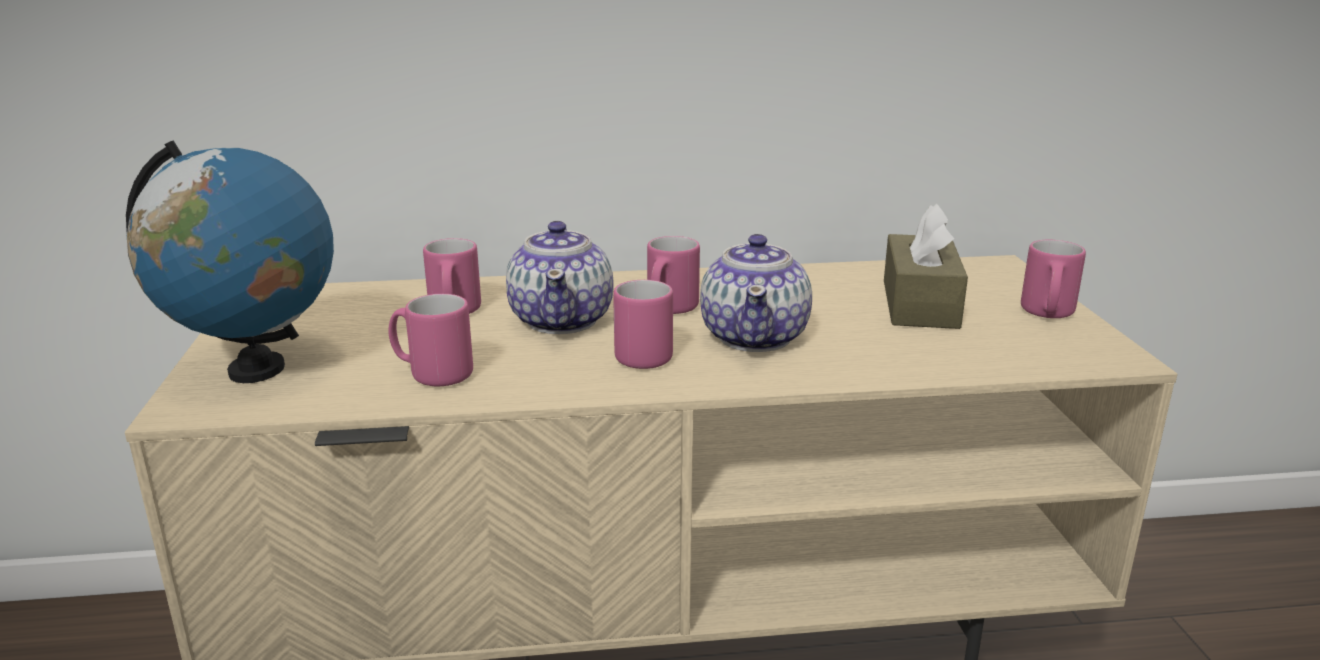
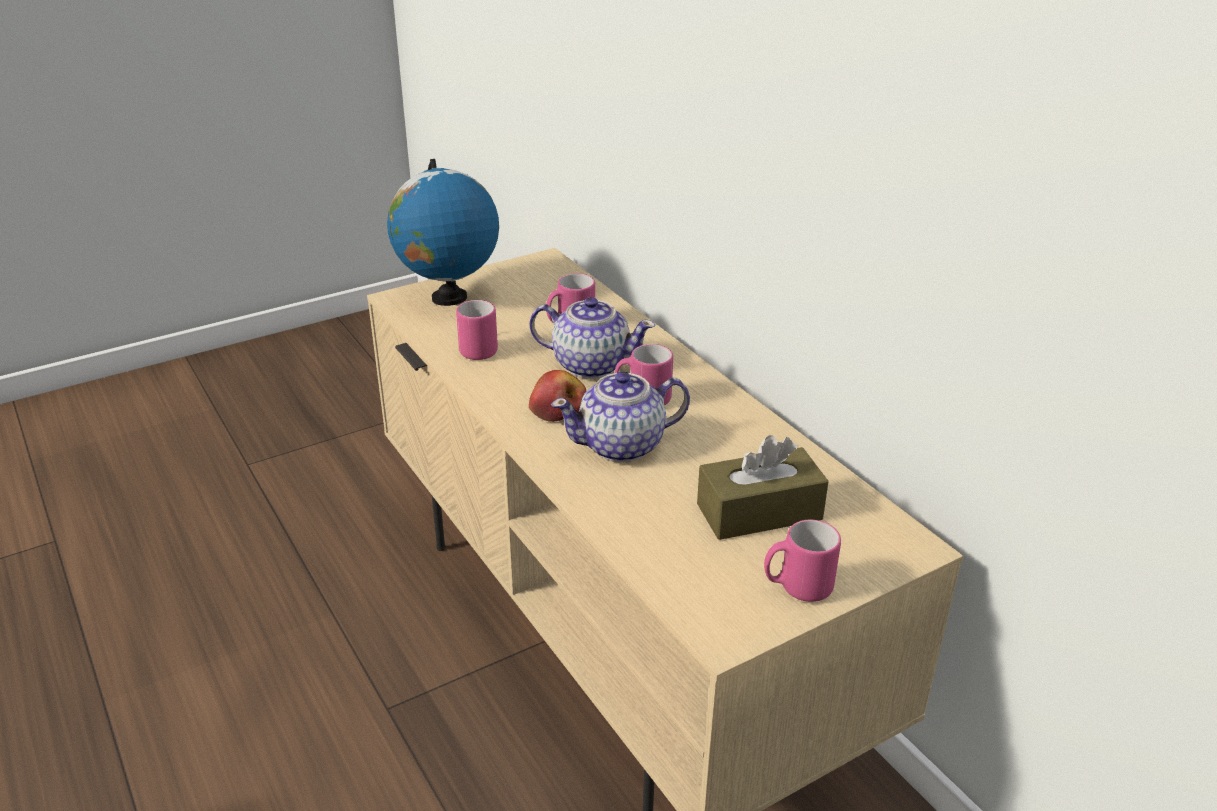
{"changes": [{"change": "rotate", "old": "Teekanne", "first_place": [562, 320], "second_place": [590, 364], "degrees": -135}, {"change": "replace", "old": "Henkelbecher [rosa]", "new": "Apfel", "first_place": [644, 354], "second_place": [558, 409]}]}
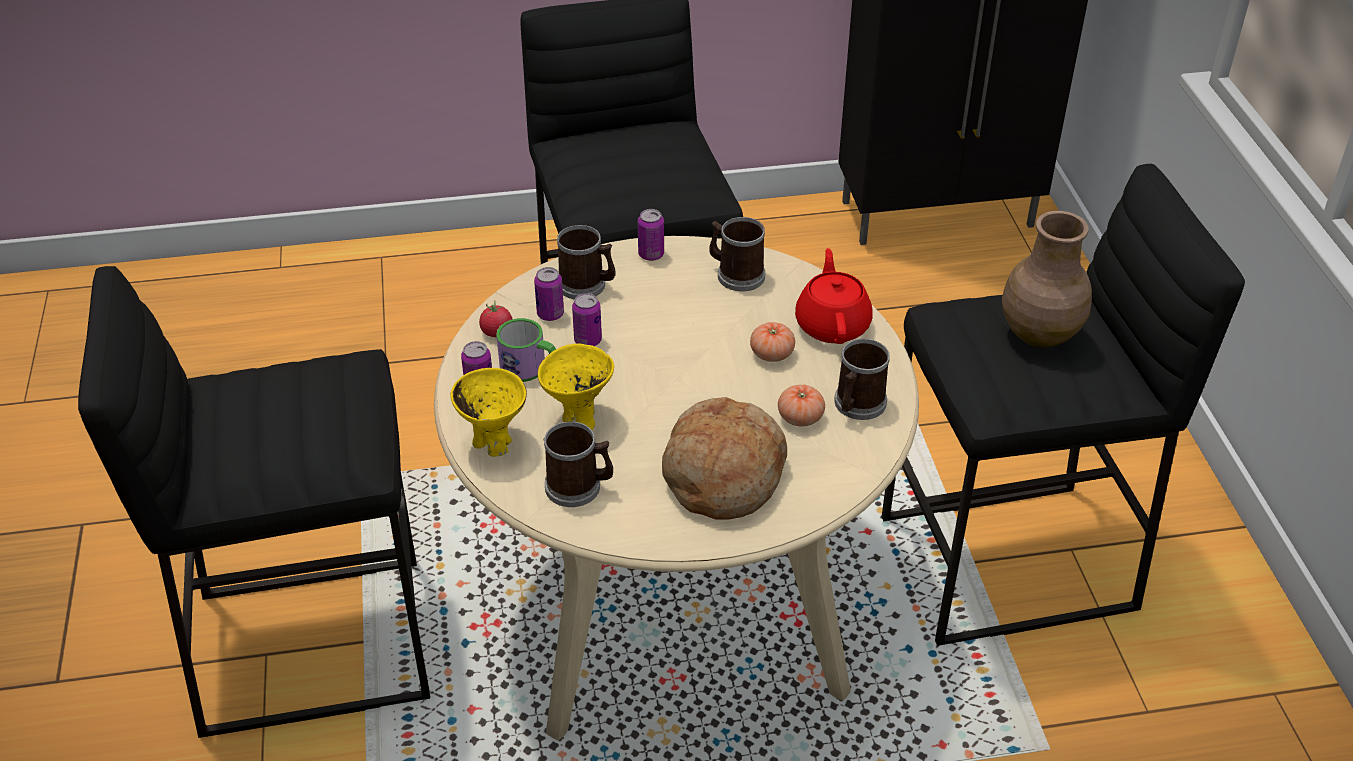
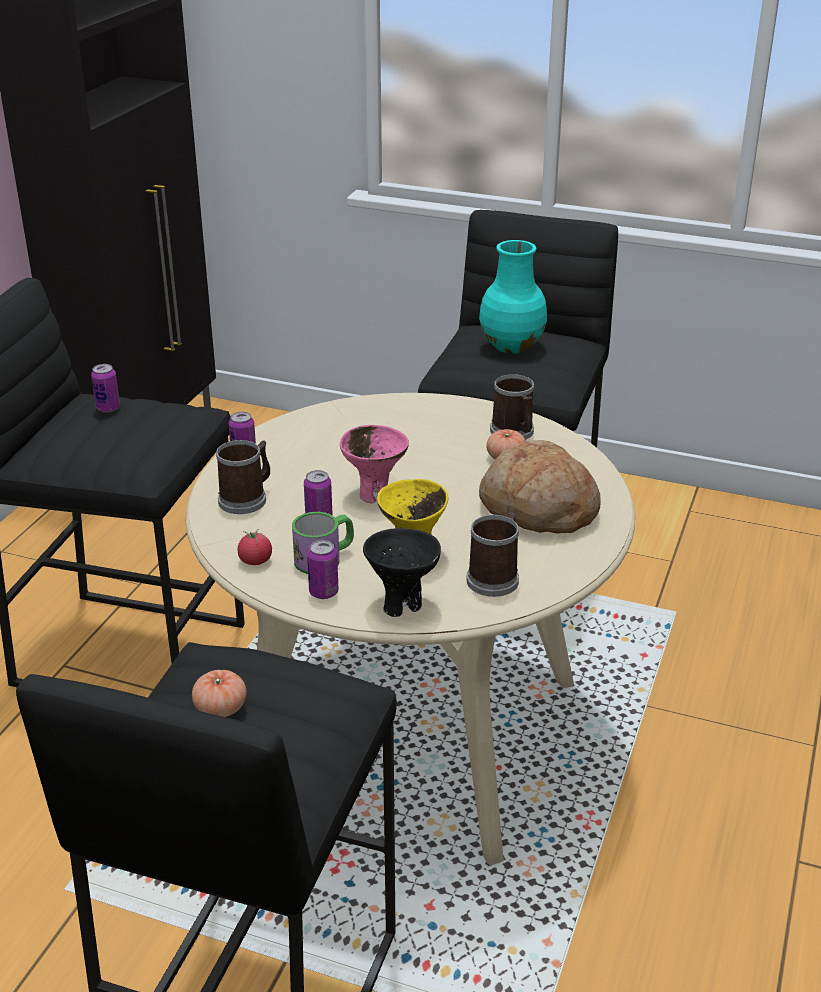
{"changes": [{"change": "move", "old": "Dose", "first_place": [550, 314], "second_place": [108, 408]}, {"change": "move", "old": "Tomate", "first_place": [772, 354], "second_place": [220, 708]}, {"change": "insert", "new": "Schüssel [rosa]", "second_place": [374, 494]}, {"change": "recolor", "old": "Schüssel [gelb]", "new": "Schüssel [schwarz]", "first_place": [493, 443], "second_place": [402, 605]}, {"change": "recolor", "old": "Vase [braun]", "new": "Vase [türkis]", "first_place": [1038, 333], "second_place": [511, 346]}, {"change": "delete", "old": "Henkelbecher", "first_place": [736, 274]}, {"change": "delete", "old": "Teekanne [rot]", "first_place": [832, 324]}]}
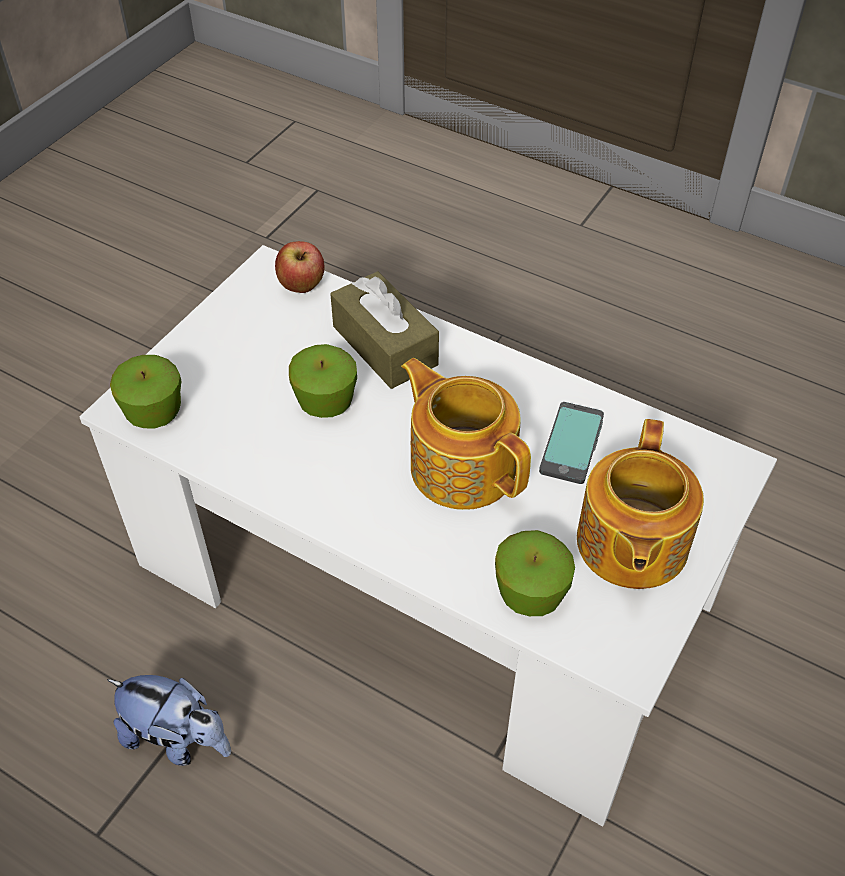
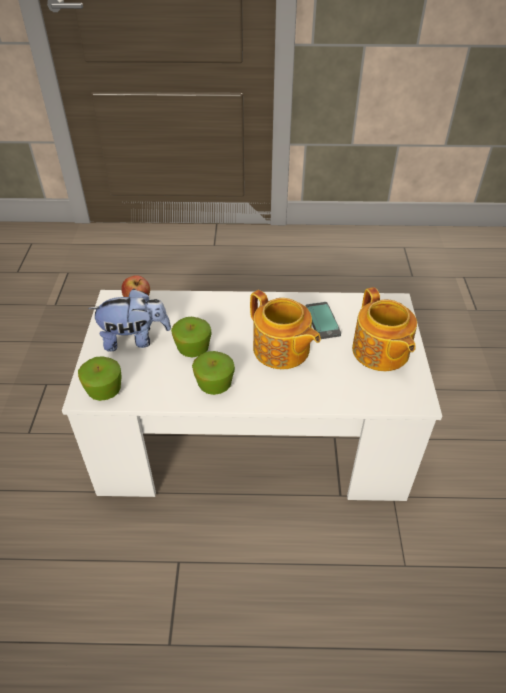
{"changes": [{"change": "move", "old": "Plüschtier", "first_place": [178, 738], "second_place": [135, 339]}, {"change": "move", "old": "Apfel", "first_place": [530, 593], "second_place": [214, 385]}, {"change": "rotate", "old": "Teekanne", "first_place": [462, 465], "second_place": [281, 350], "degrees": -150}, {"change": "delete", "old": "Taschentuchbox [braun]", "first_place": [385, 345]}]}
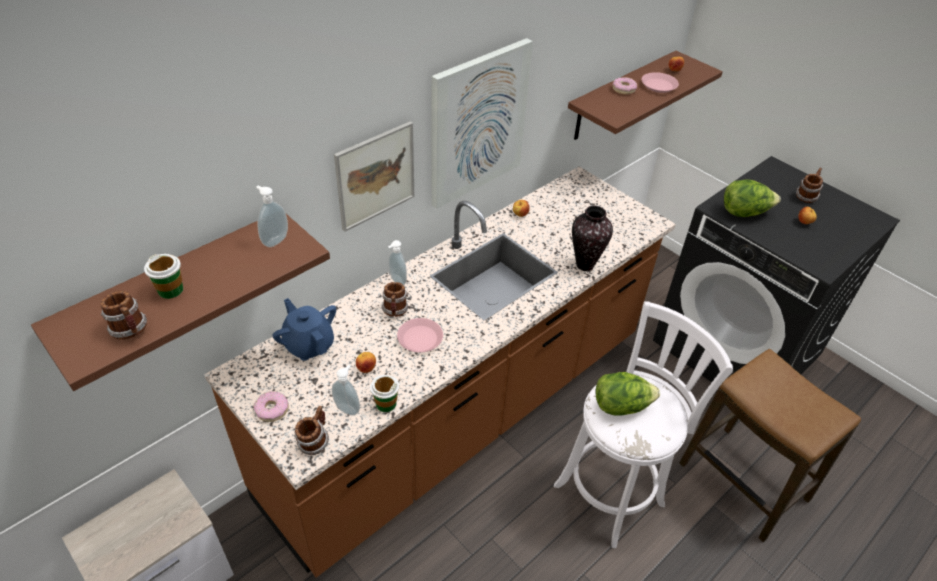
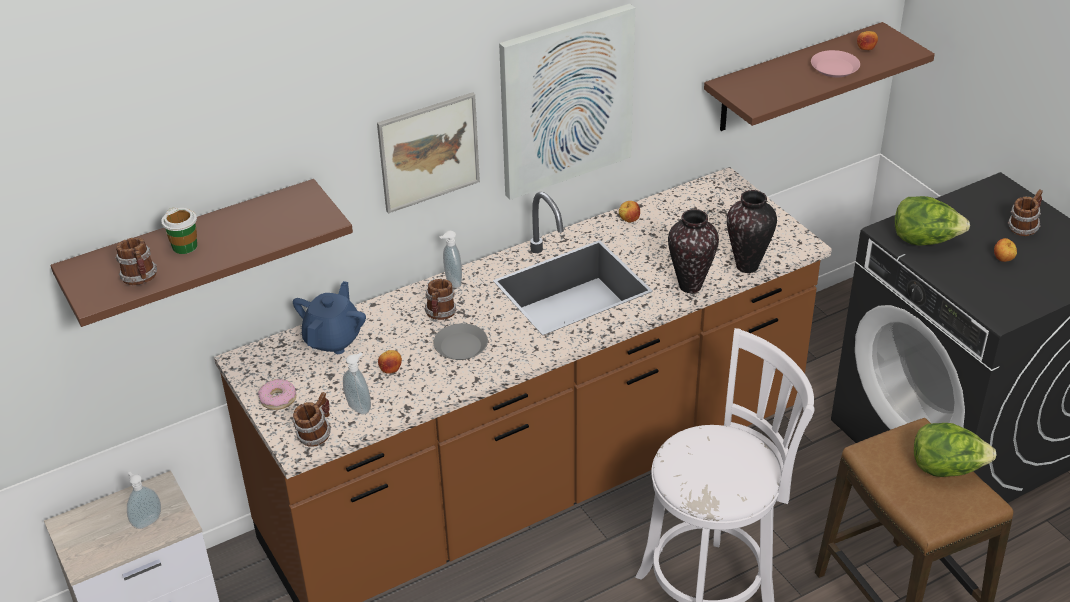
{"changes": [{"change": "move", "old": "Seifenspender", "first_place": [274, 240], "second_place": [146, 521]}, {"change": "rotate", "old": "Teekanne [blau]", "first_place": [309, 344], "second_place": [333, 339], "degrees": 45}, {"change": "recolor", "old": "Teller [rosa]", "new": "Teller [grau]", "first_place": [420, 338], "second_place": [461, 346]}, {"change": "insert", "new": "Vase", "second_place": [747, 267]}, {"change": "move", "old": "Salatkopf", "first_place": [621, 406], "second_place": [946, 468]}, {"change": "delete", "old": "Tasse", "first_place": [386, 403]}, {"change": "delete", "old": "Donut", "first_place": [623, 89]}]}
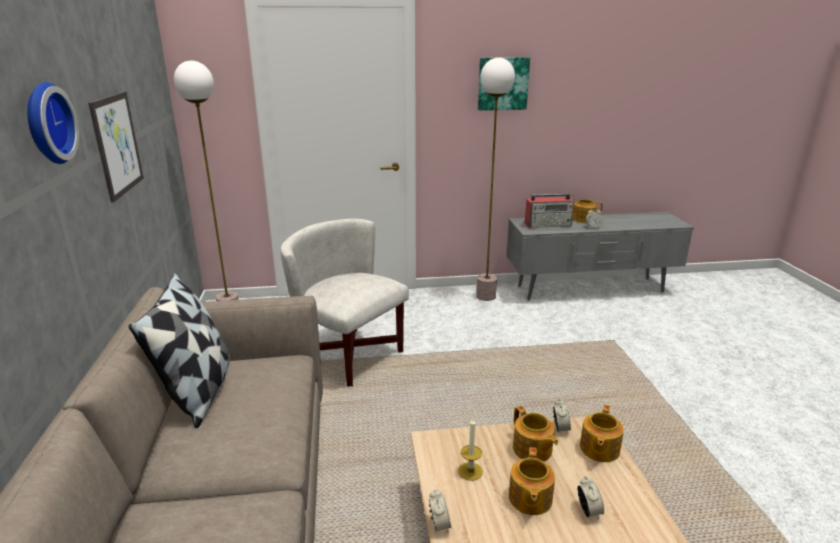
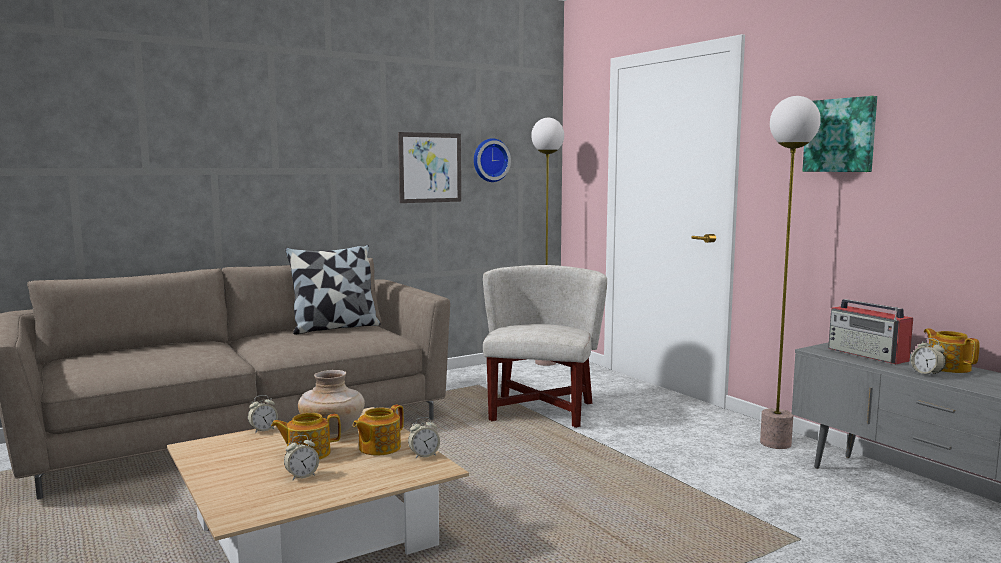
{"changes": [{"change": "replace", "old": "Kerze", "new": "Vase [beige]", "first_place": [470, 471], "second_place": [332, 430]}, {"change": "move", "old": "Wanduhr", "first_place": [46, 123], "second_place": [490, 160]}, {"change": "delete", "old": "Teekanne", "first_place": [598, 449]}]}
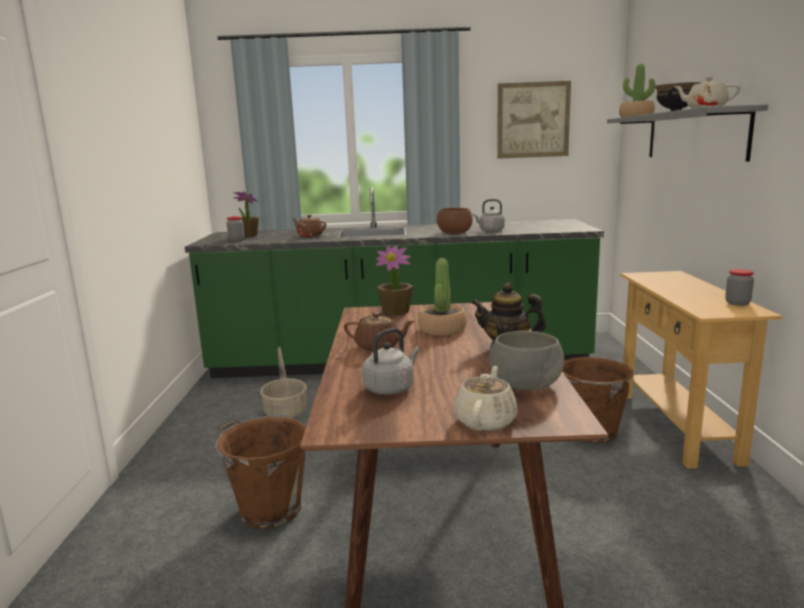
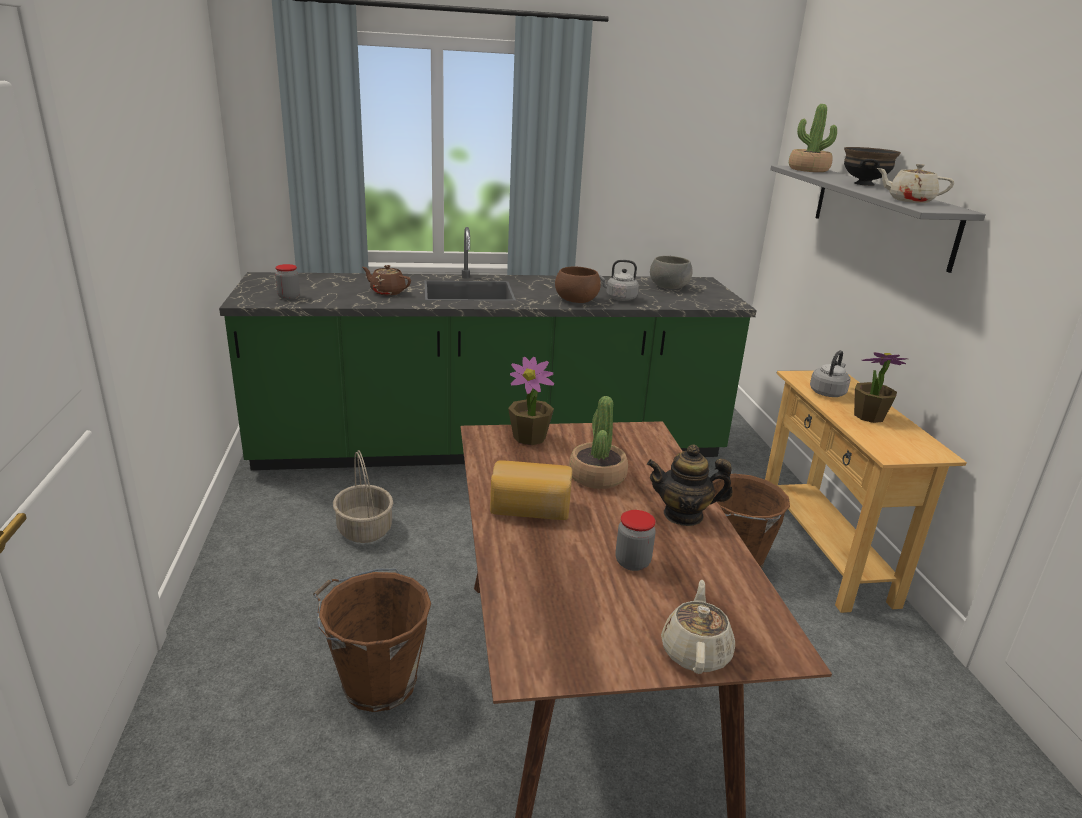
{"changes": [{"change": "replace", "old": "Teekanne [braun]", "new": "Brot", "first_place": [378, 347], "second_place": [530, 509]}, {"change": "move", "old": "Vorratsglas", "first_place": [737, 303], "second_place": [632, 562]}, {"change": "move", "old": "Schüssel [grau]", "first_place": [524, 384], "second_place": [668, 286]}, {"change": "move", "old": "Wasserkessel [grau]", "first_place": [391, 388], "second_place": [828, 392]}, {"change": "move", "old": "Topfpflanze", "first_place": [248, 236], "second_place": [868, 416]}, {"change": "delete", "old": "Bild", "first_place": [533, 120]}]}
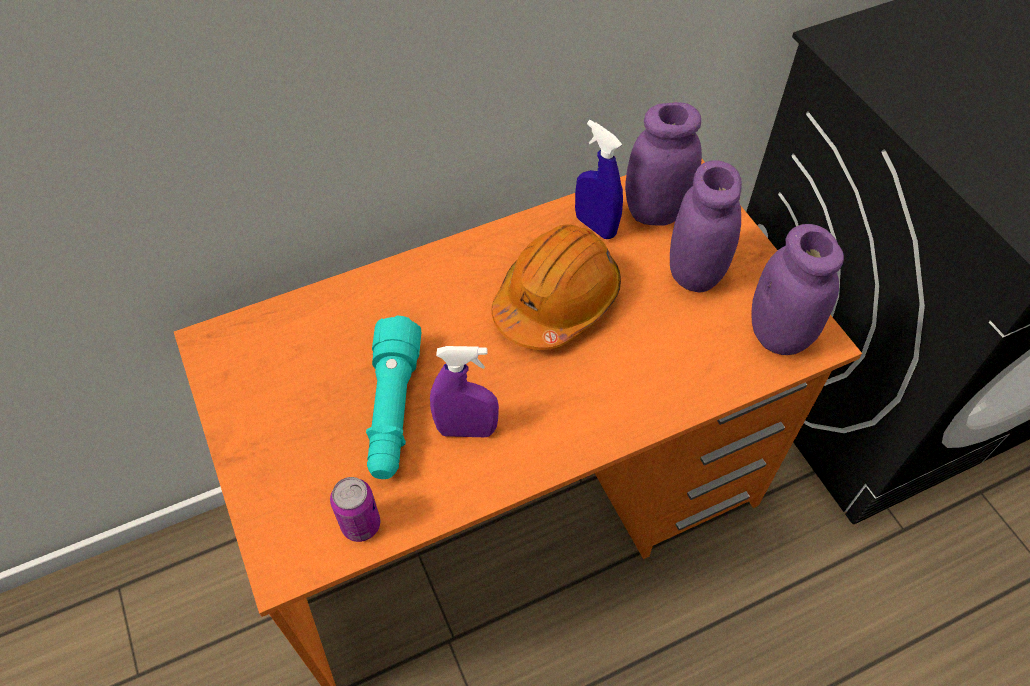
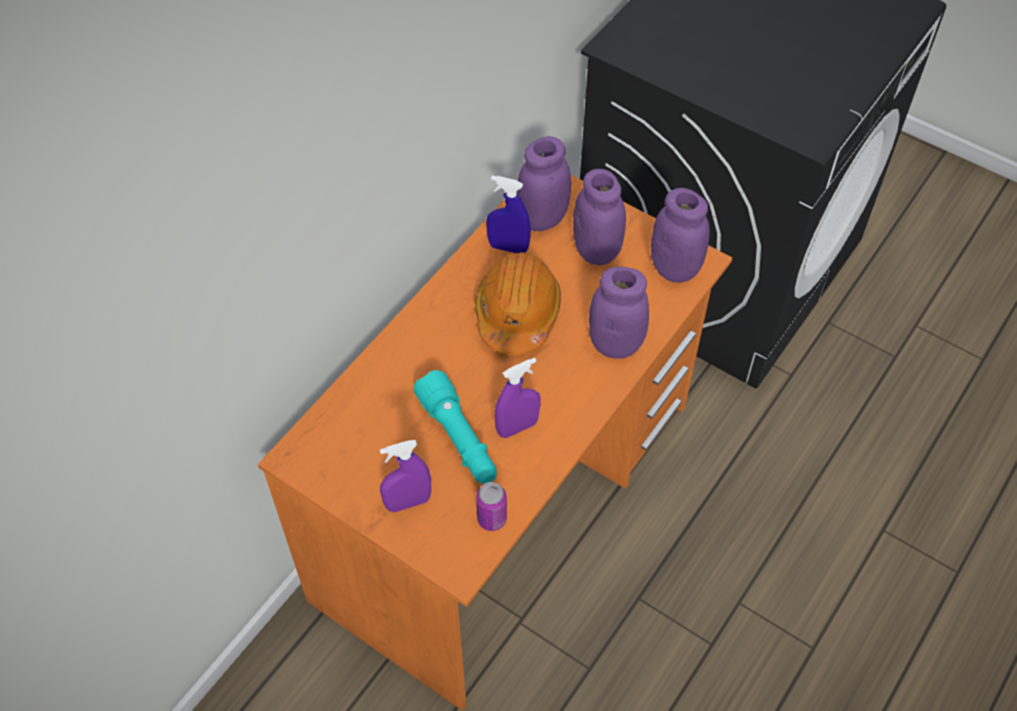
{"changes": [{"change": "insert", "new": "Sprühflasche [lila]", "second_place": [408, 502]}, {"change": "insert", "new": "Vorratsglas [lila]", "second_place": [615, 344]}]}
